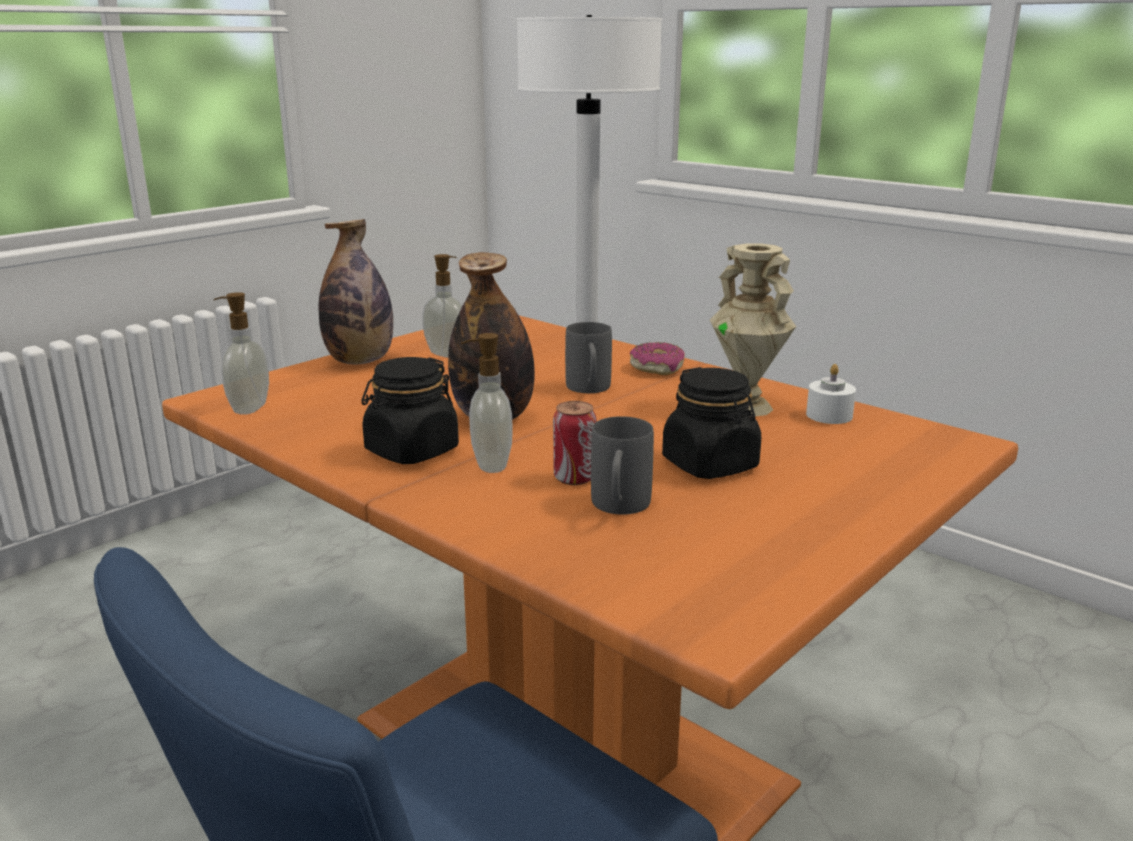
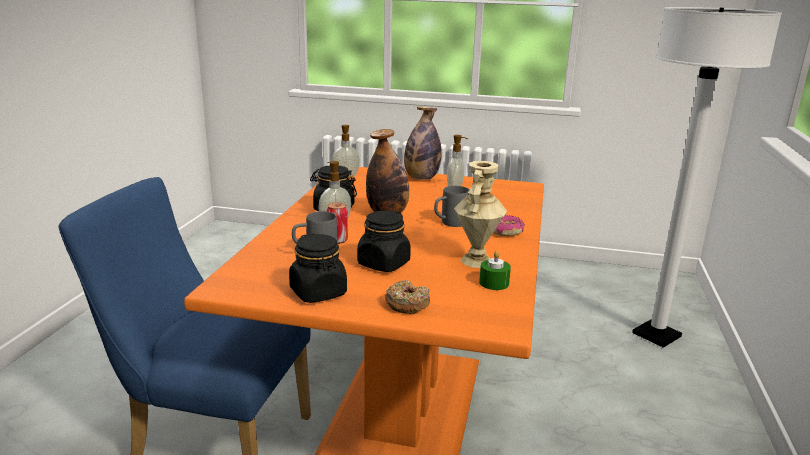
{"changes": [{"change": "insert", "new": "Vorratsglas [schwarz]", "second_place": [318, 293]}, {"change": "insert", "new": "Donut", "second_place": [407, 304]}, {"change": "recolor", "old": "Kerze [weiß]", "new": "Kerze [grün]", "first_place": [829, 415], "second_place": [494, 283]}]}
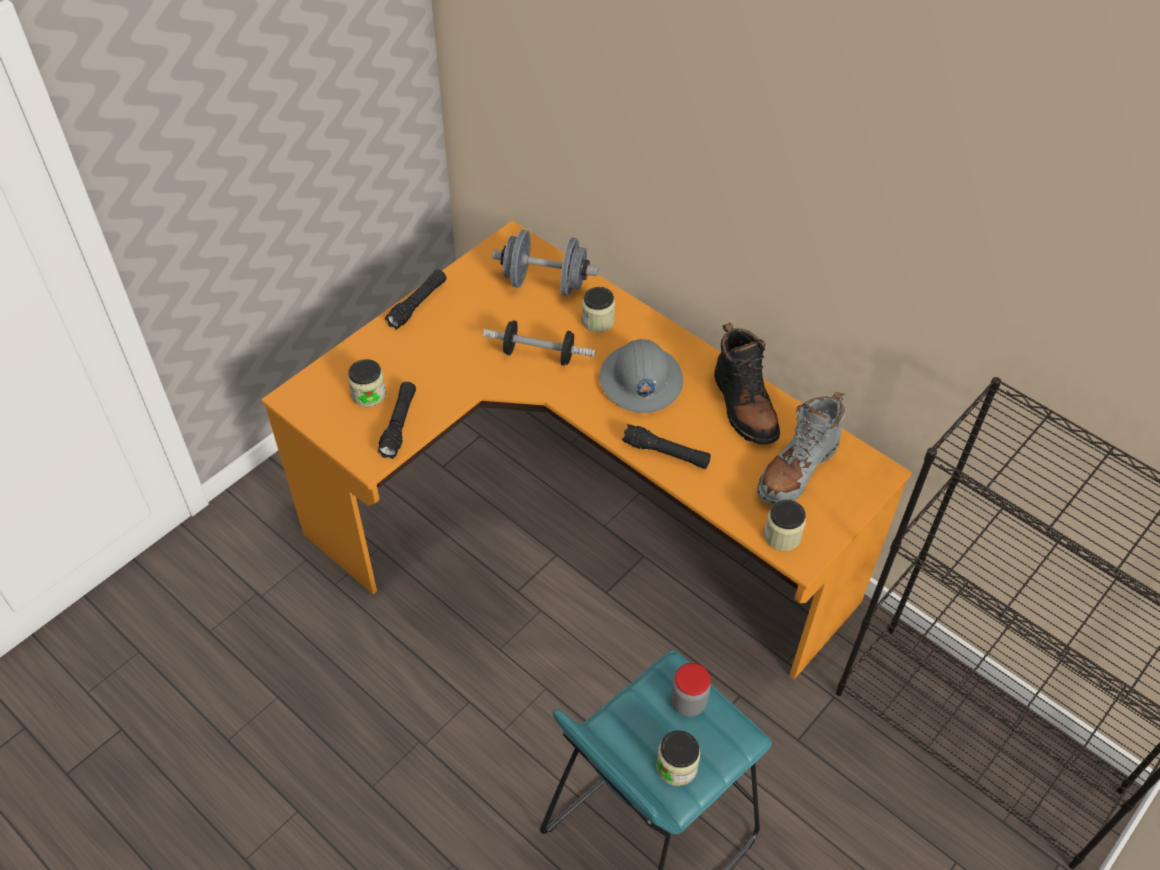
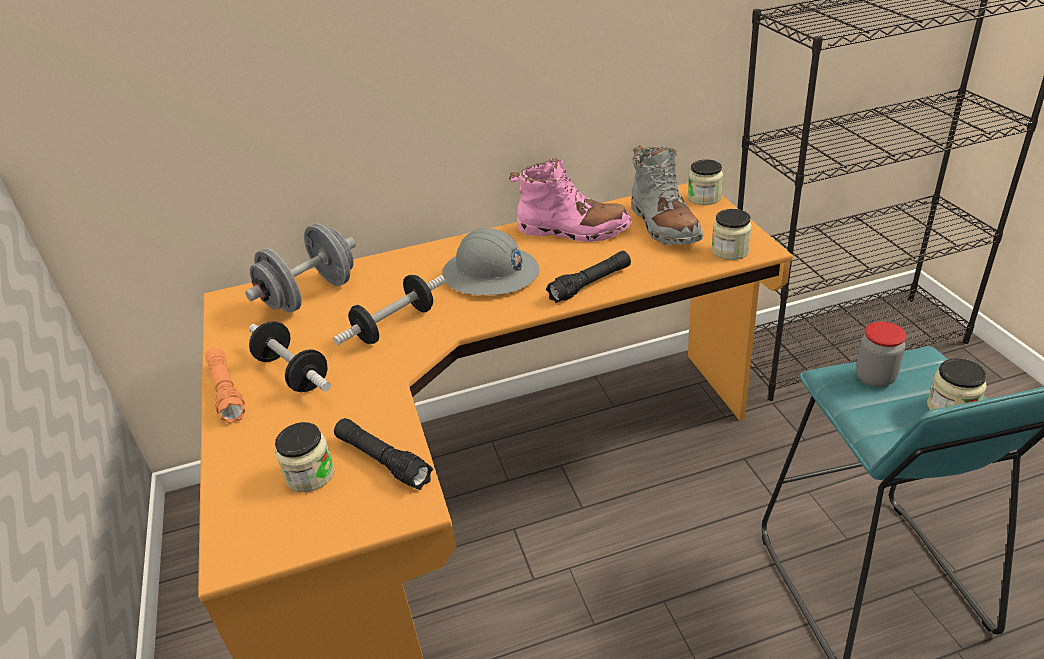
{"changes": [{"change": "recolor", "old": "Taschenlampe [schwarz]", "new": "Taschenlampe [orange]", "first_place": [417, 304], "second_place": [226, 392]}, {"change": "insert", "new": "Hantel", "second_place": [293, 373]}, {"change": "recolor", "old": "Stiefel [schwarz]", "new": "Stiefel [rosa]", "first_place": [744, 406], "second_place": [573, 230]}, {"change": "move", "old": "Vorratsglas", "first_place": [598, 321], "second_place": [704, 198]}]}
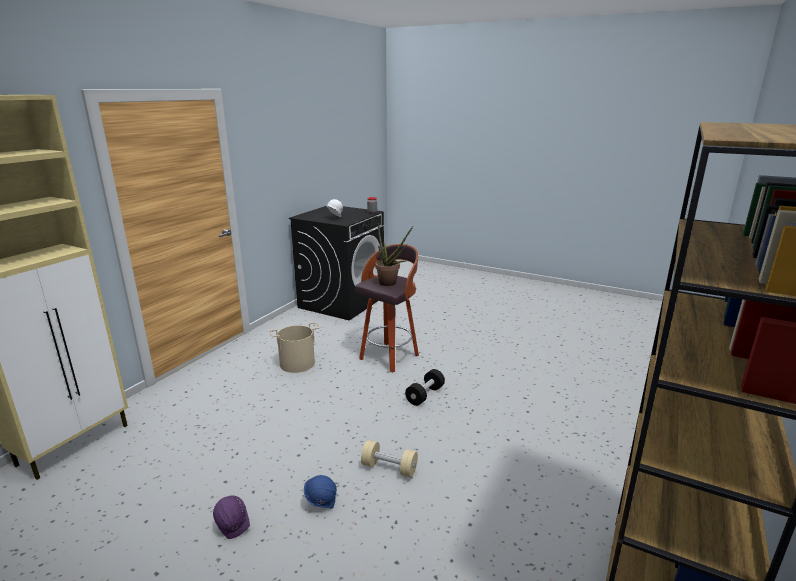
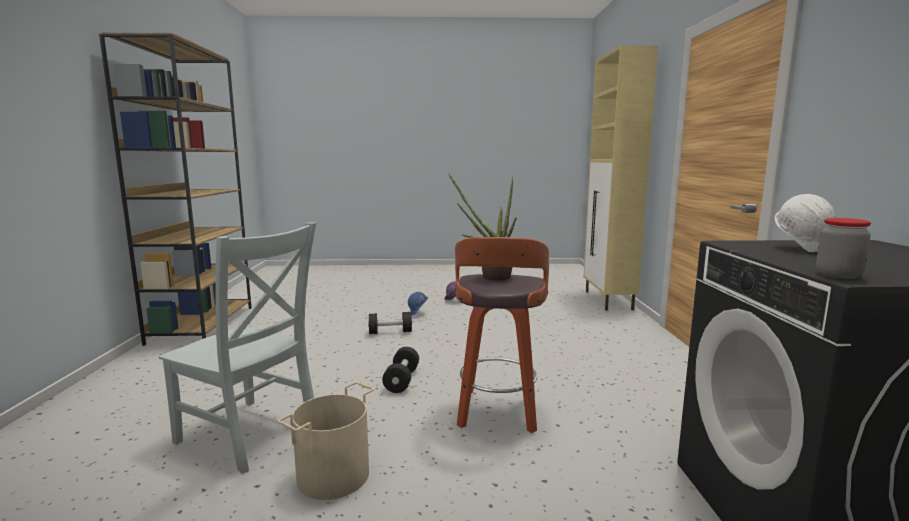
{"changes": [{"change": "insert", "new": "Stuhl [grau]", "second_place": [251, 435]}, {"change": "move", "old": "Eimer [beige]", "first_place": [297, 364], "second_place": [332, 475]}, {"change": "recolor", "old": "Hantel [beige]", "new": "Hantel [schwarz]", "first_place": [389, 468], "second_place": [390, 332]}]}
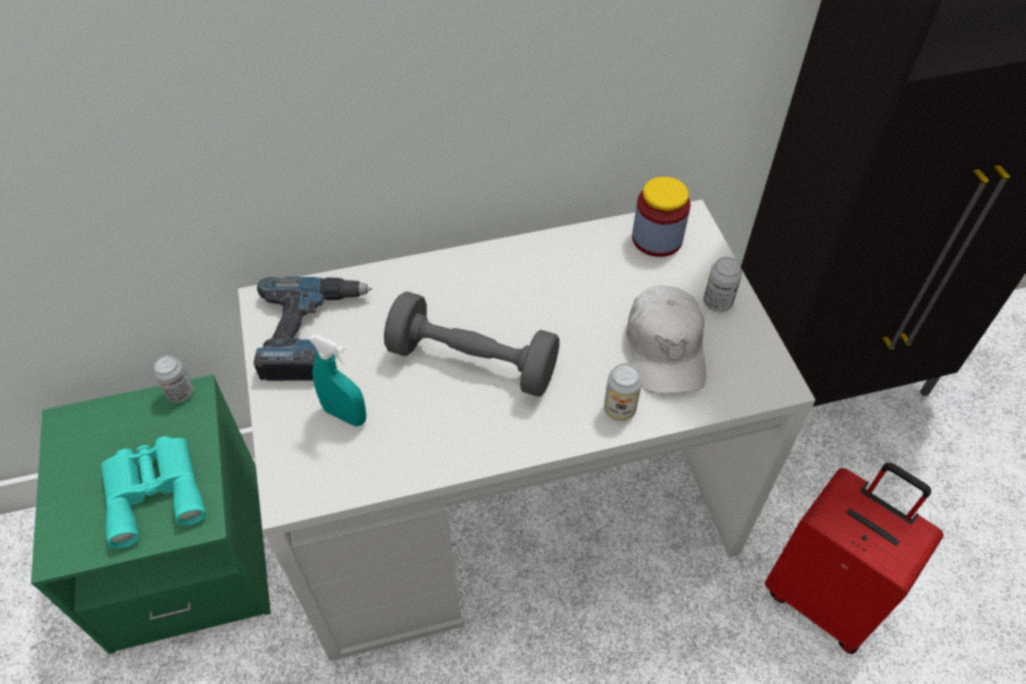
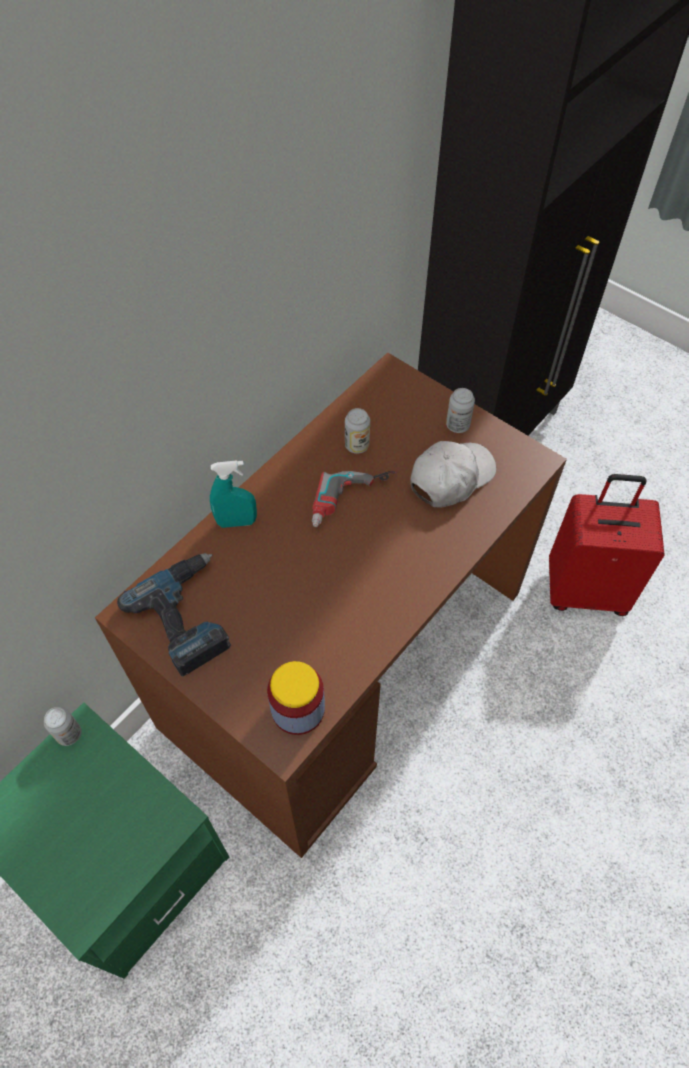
{"changes": [{"change": "recolor", "old": "Schreibtisch [weiß]", "new": "Schreibtisch [braun]", "first_place": [512, 504], "second_place": [344, 658]}, {"change": "move", "old": "Sprühflasche [türkis]", "first_place": [345, 415], "second_place": [236, 522]}, {"change": "move", "old": "Vorratsglas", "first_place": [657, 239], "second_place": [298, 709]}, {"change": "insert", "new": "Bohrmaschine", "second_place": [353, 502]}, {"change": "move", "old": "Dose", "first_place": [619, 409], "second_place": [357, 445]}, {"change": "rotate", "old": "Kappe [weiß]", "first_place": [666, 349], "second_place": [450, 478], "degrees": -90}, {"change": "delete", "old": "Fernglas [türkis]", "first_place": [154, 490]}, {"change": "delete", "old": "Hantel [grau]", "first_place": [473, 362]}]}
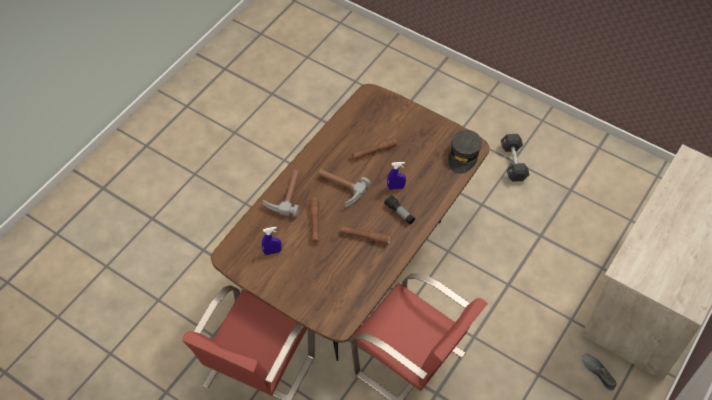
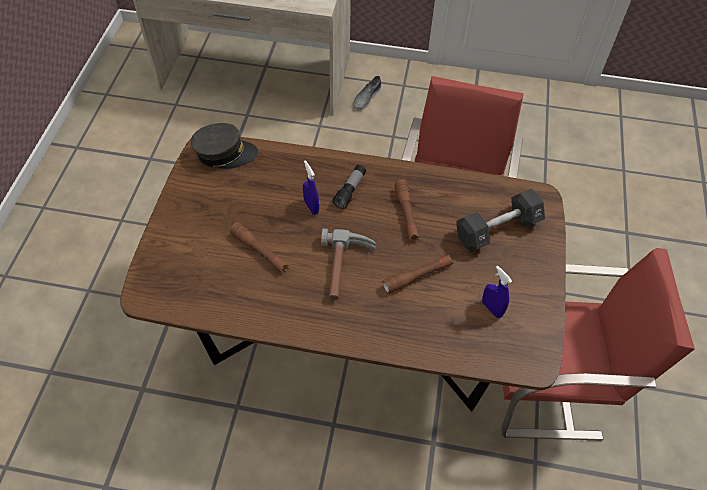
{"changes": [{"change": "move", "old": "Hantel [schwarz]", "first_place": [513, 163], "second_place": [497, 229]}, {"change": "delete", "old": "Hammer", "first_place": [284, 195]}]}
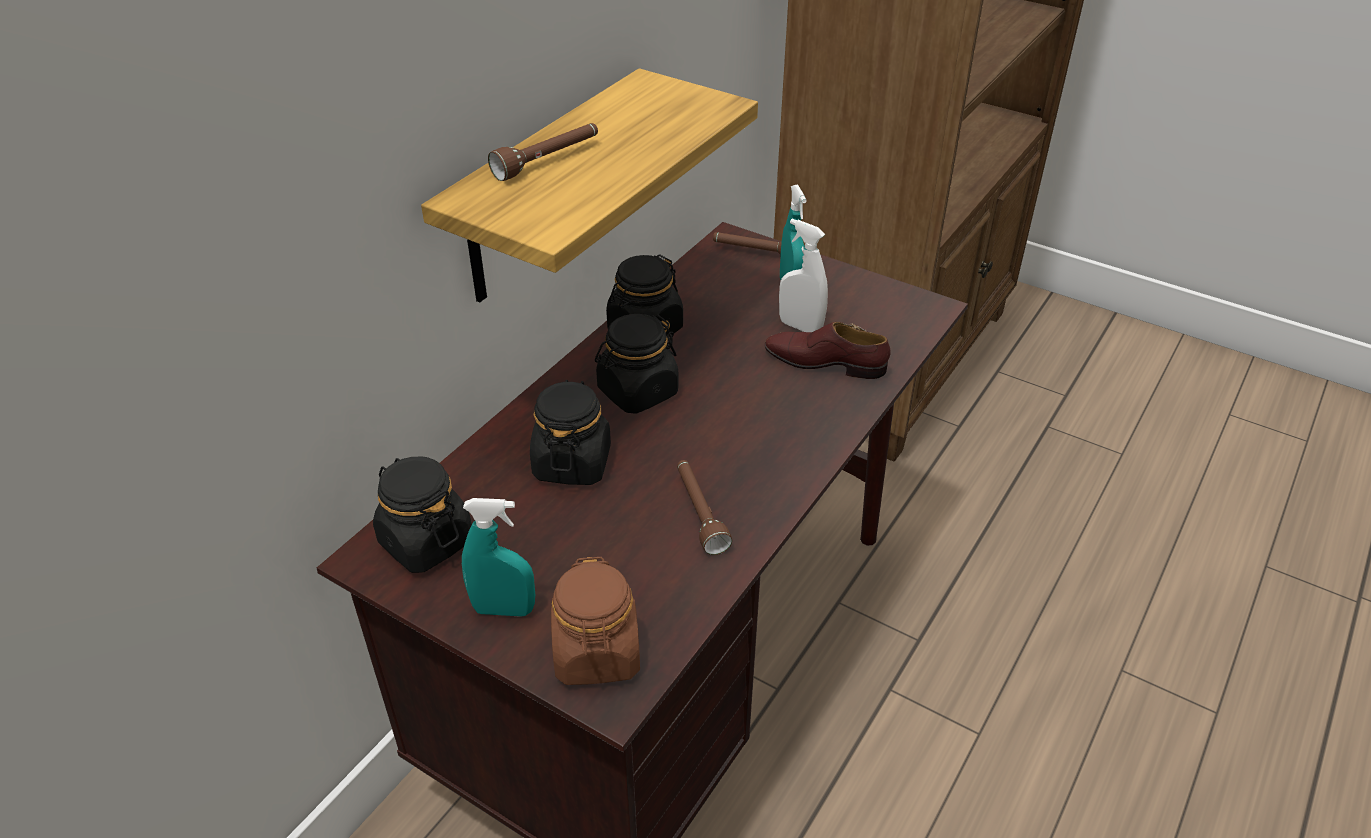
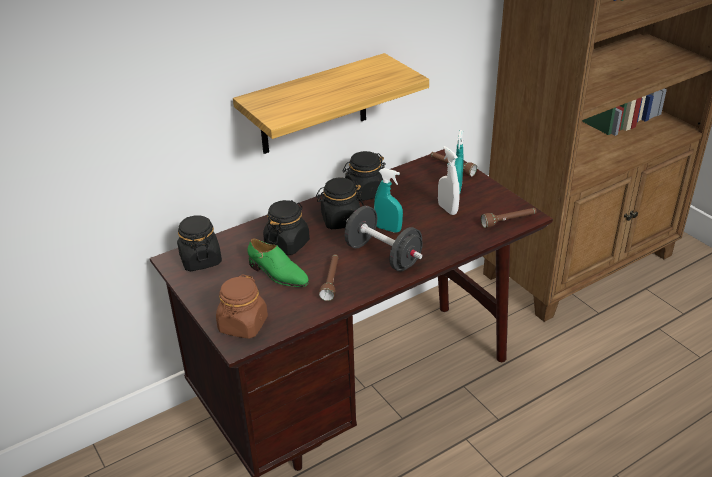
{"changes": [{"change": "insert", "new": "Schuh [grün]", "second_place": [278, 274]}, {"change": "insert", "new": "Hantel [schwarz]", "second_place": [383, 256]}, {"change": "move", "old": "Sprühflasche [türkis]", "first_place": [504, 609], "second_place": [388, 229]}, {"change": "move", "old": "Taschenlampe [braun]", "first_place": [548, 161], "second_place": [508, 221]}, {"change": "delete", "old": "Schuh [braun]", "first_place": [825, 362]}]}
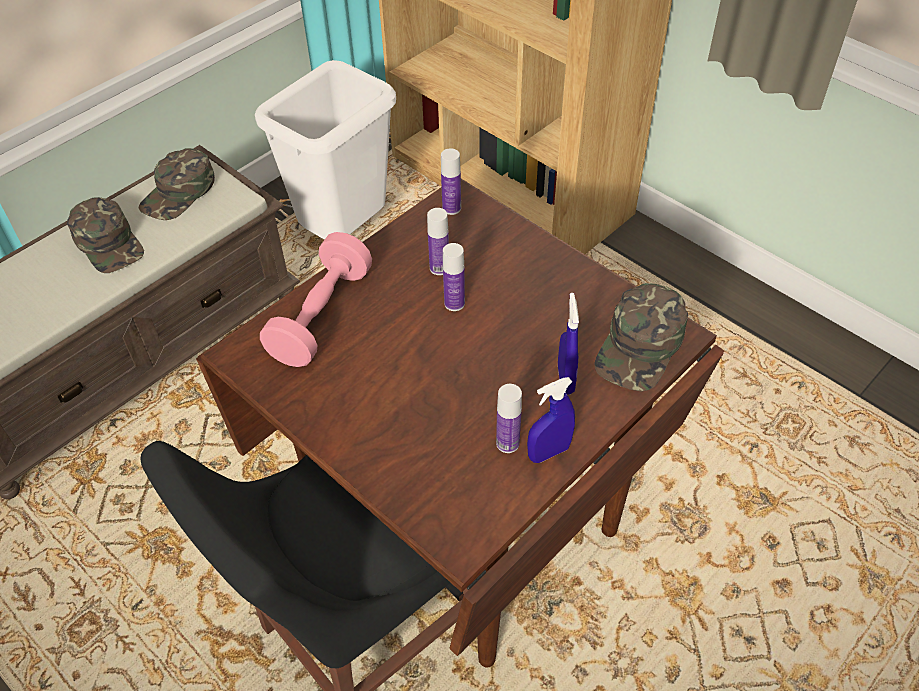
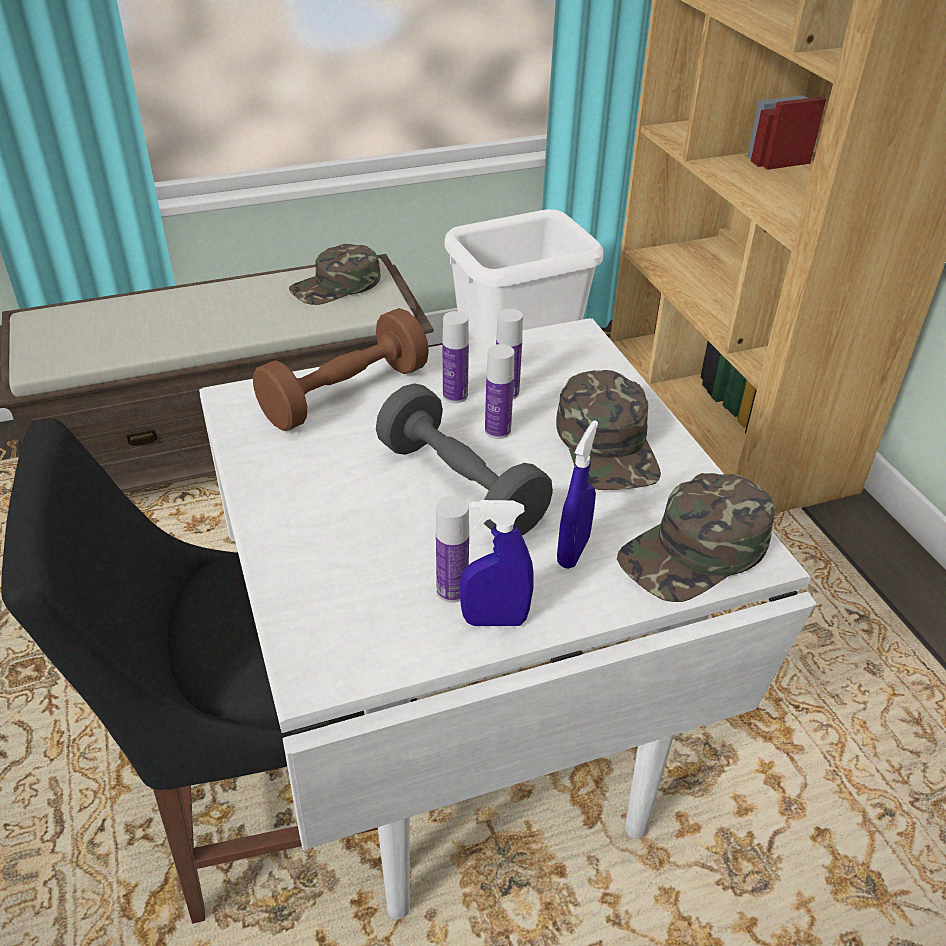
{"changes": [{"change": "recolor", "old": "Esstisch [braun]", "new": "Esstisch [weiß]", "first_place": [465, 517], "second_place": [470, 736]}, {"change": "recolor", "old": "Hantel [rosa]", "new": "Hantel [braun]", "first_place": [321, 316], "second_place": [345, 394]}, {"change": "insert", "new": "Hantel [grau]", "second_place": [460, 486]}, {"change": "move", "old": "Flasche", "first_place": [451, 208], "second_place": [455, 396]}, {"change": "move", "old": "Kappe [grün]", "first_place": [109, 243], "second_place": [608, 445]}]}
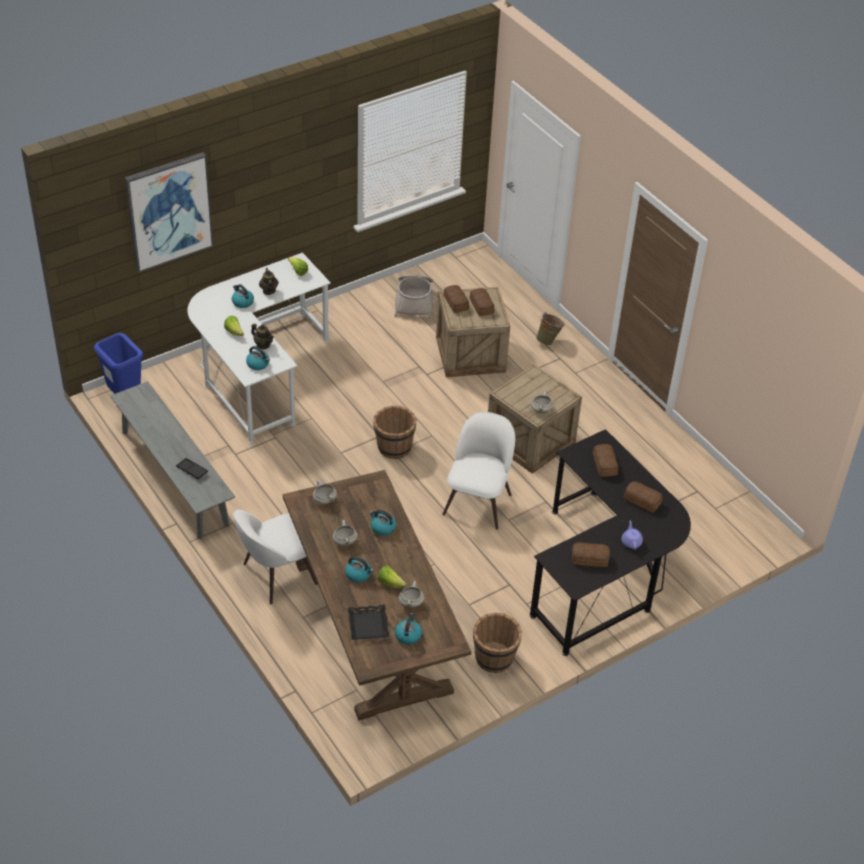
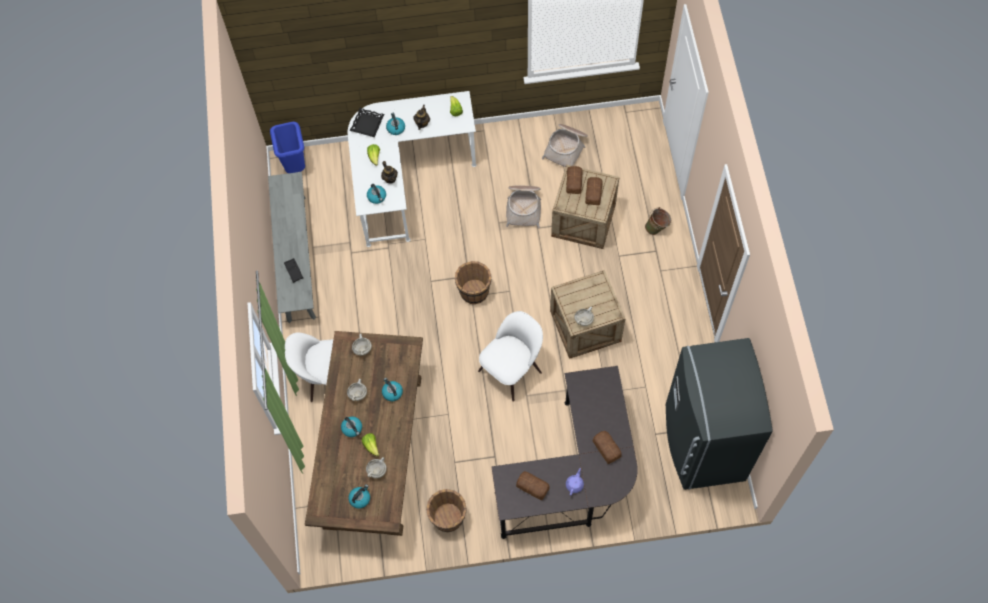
{"changes": [{"change": "move", "old": "Tablett [schwarz]", "first_place": [367, 625], "second_place": [367, 124]}, {"change": "insert", "new": "Korb", "second_place": [524, 207]}, {"change": "insert", "new": "Kühlschrank [grau]", "second_place": [702, 443]}, {"change": "delete", "old": "Bild", "first_place": [168, 211]}, {"change": "delete", "old": "Brot", "first_place": [604, 465]}]}
